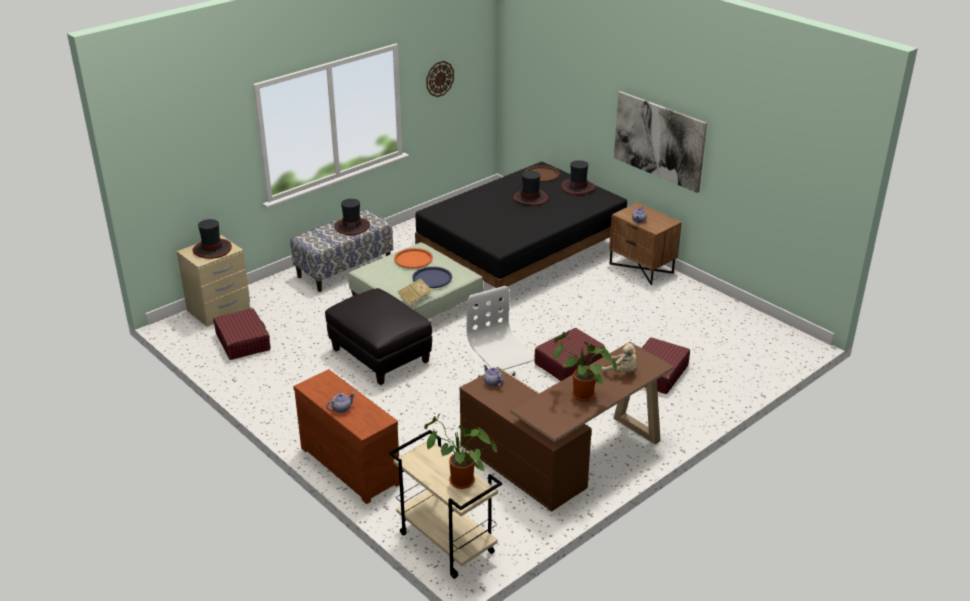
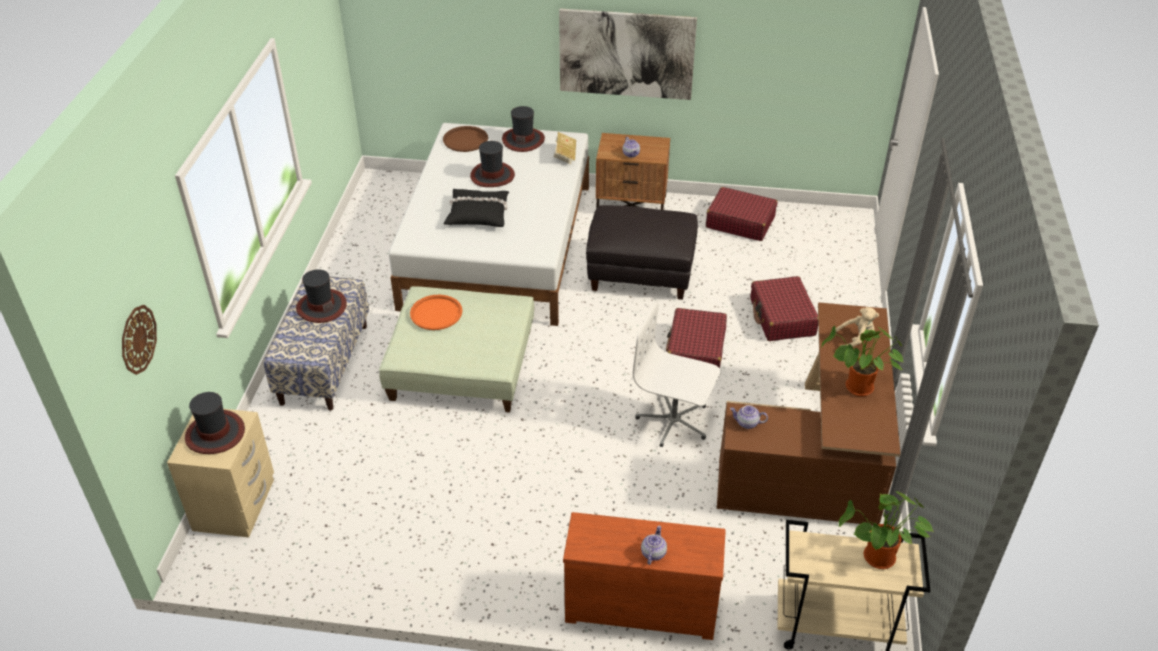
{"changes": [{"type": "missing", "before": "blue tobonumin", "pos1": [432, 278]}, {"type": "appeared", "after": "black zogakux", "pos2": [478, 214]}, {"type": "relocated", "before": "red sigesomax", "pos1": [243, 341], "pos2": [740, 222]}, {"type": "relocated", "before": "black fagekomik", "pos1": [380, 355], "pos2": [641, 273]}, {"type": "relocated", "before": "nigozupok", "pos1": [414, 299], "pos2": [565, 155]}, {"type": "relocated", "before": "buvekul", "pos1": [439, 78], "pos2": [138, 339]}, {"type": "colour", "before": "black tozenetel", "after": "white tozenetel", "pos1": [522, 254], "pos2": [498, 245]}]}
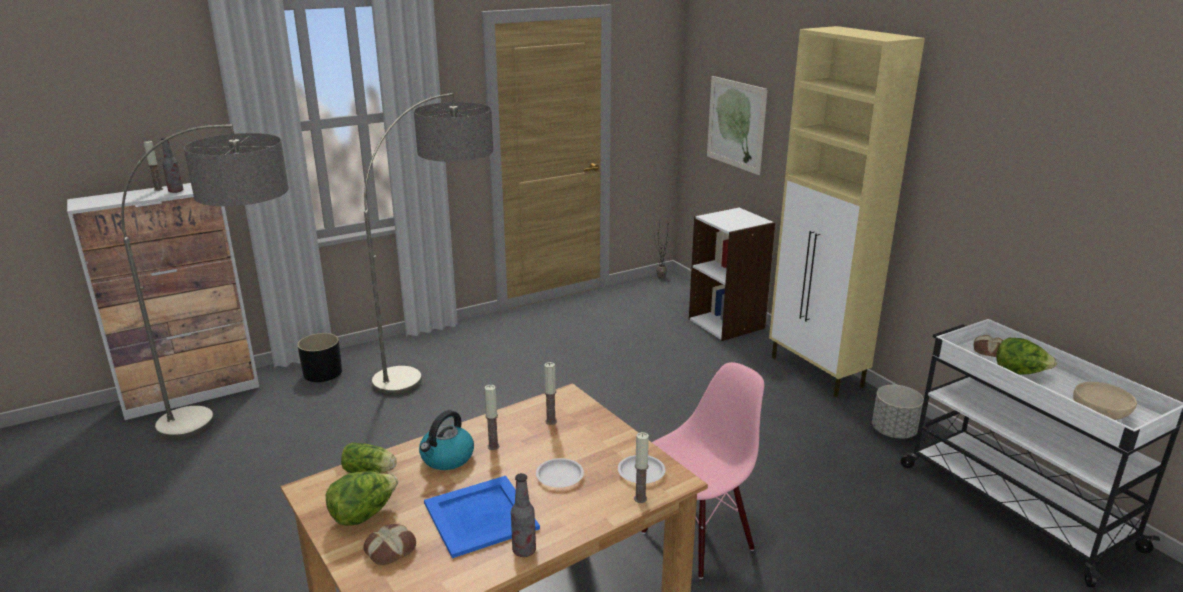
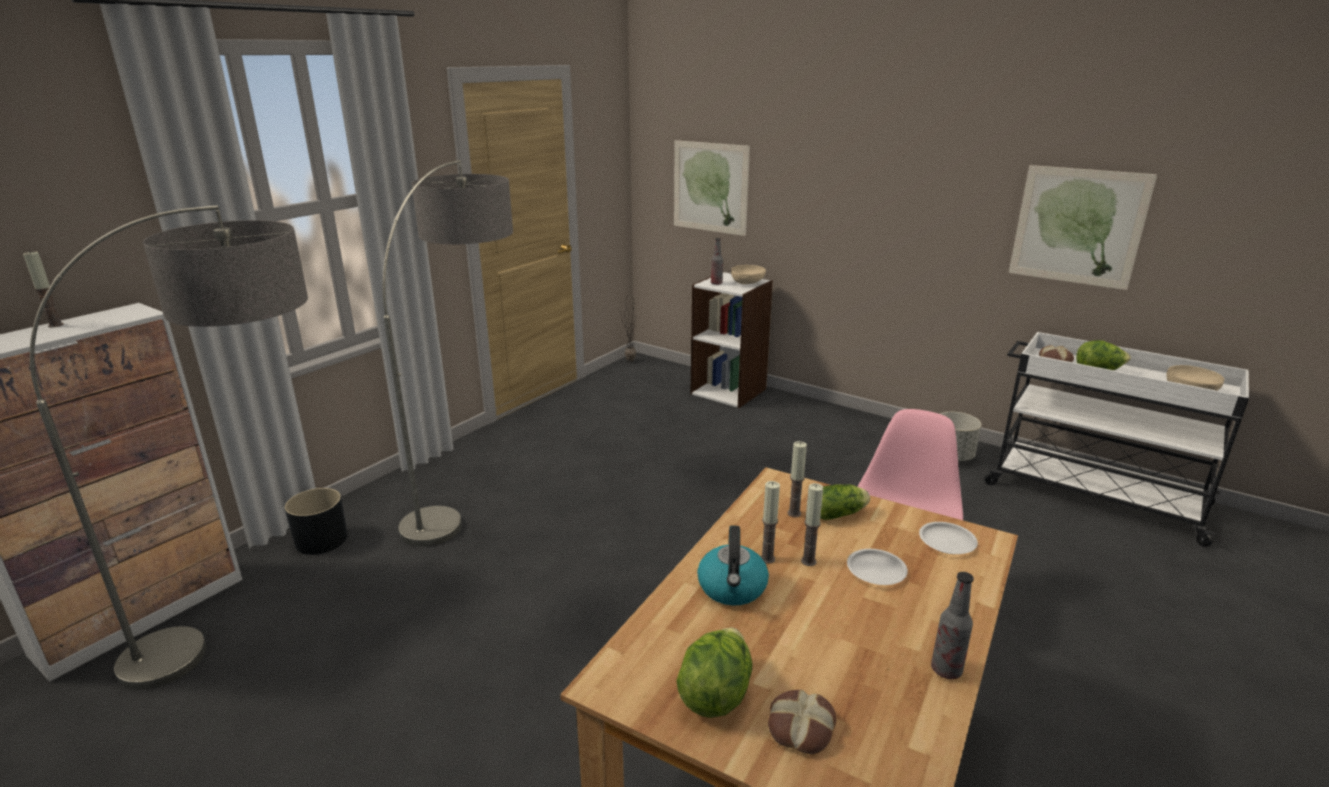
{"changes": [{"type": "missing", "before": "blue tobonumin", "pos1": [481, 515]}, {"type": "missing", "before": "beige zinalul", "pos1": [817, 372]}, {"type": "appeared", "after": "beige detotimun", "pos2": [747, 283]}, {"type": "appeared", "after": "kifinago", "pos2": [1078, 226]}, {"type": "relocated", "before": "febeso", "pos1": [176, 191], "pos2": [716, 283]}, {"type": "relocated", "before": "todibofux", "pos1": [371, 471], "pos2": [839, 514]}, {"type": "relocated", "before": "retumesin", "pos1": [640, 499], "pos2": [808, 561]}]}
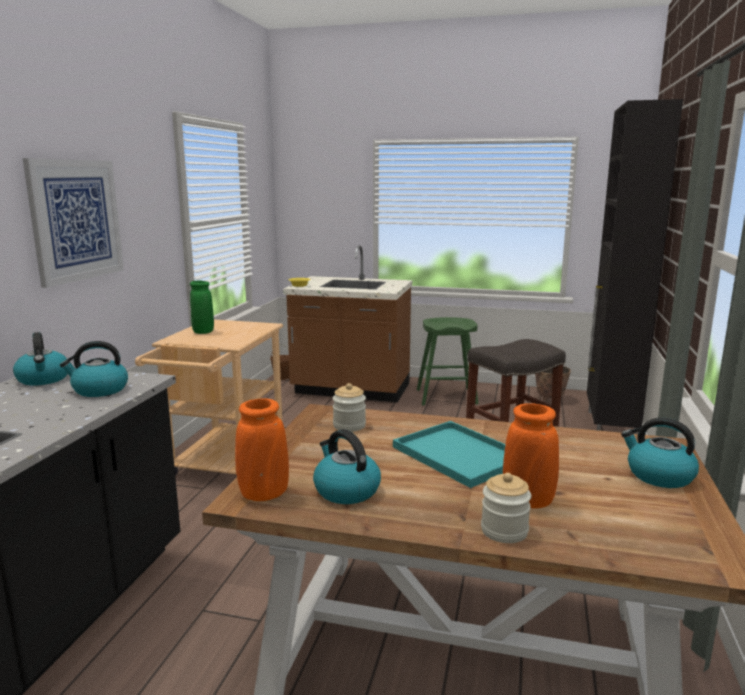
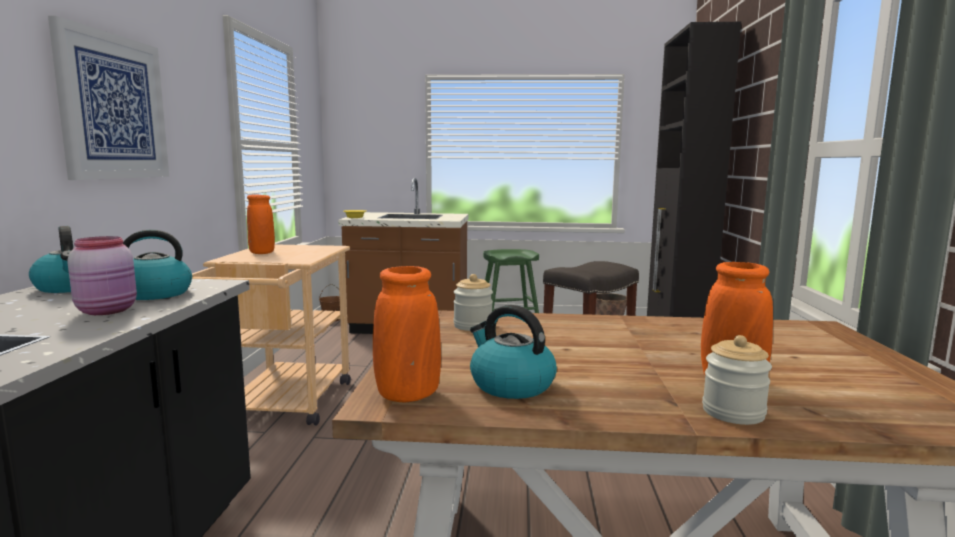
{"changes": [{"type": "missing", "before": "turquoise tobonumin", "pos1": [461, 455]}, {"type": "missing", "before": "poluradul", "pos1": [658, 476]}, {"type": "appeared", "after": "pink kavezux", "pos2": [109, 310]}, {"type": "colour", "before": "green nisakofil", "after": "orange nisakofil", "pos1": [203, 332], "pos2": [262, 253]}]}
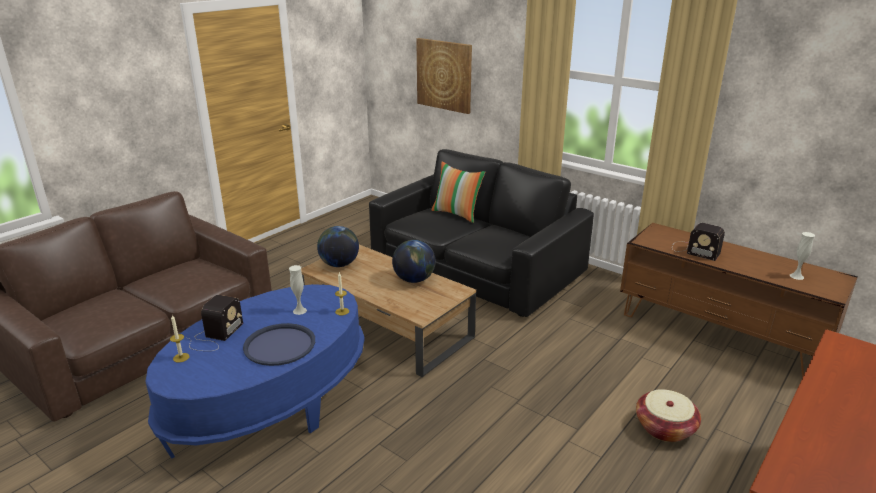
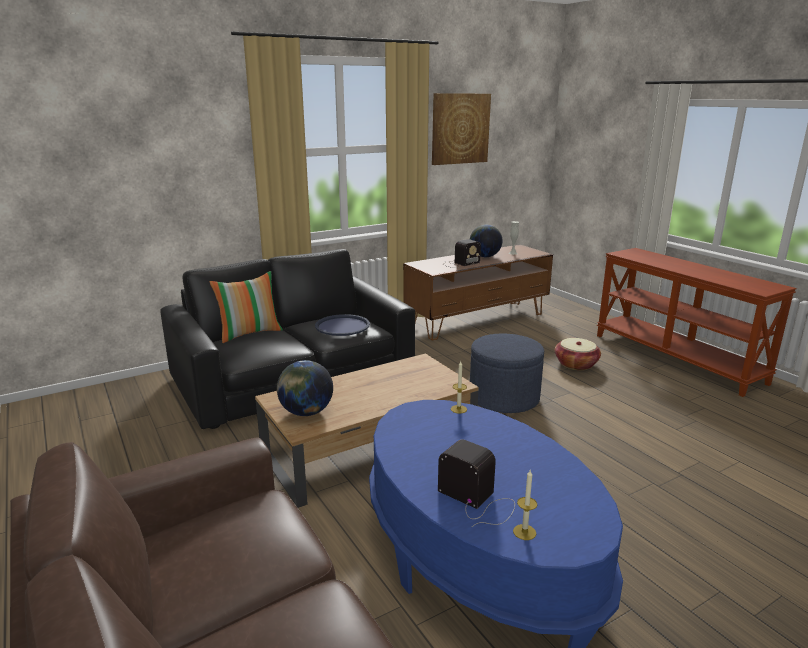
{"changes": [{"type": "missing", "before": "white nisakofil", "pos1": [299, 310]}, {"type": "appeared", "after": "blue fagekomik", "pos2": [504, 398]}, {"type": "relocated", "before": "blue tobonumin", "pos1": [279, 345], "pos2": [342, 326]}, {"type": "relocated", "before": "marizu", "pos1": [414, 279], "pos2": [484, 256]}, {"type": "relocated", "before": "kifinago", "pos1": [444, 75], "pos2": [460, 129]}]}
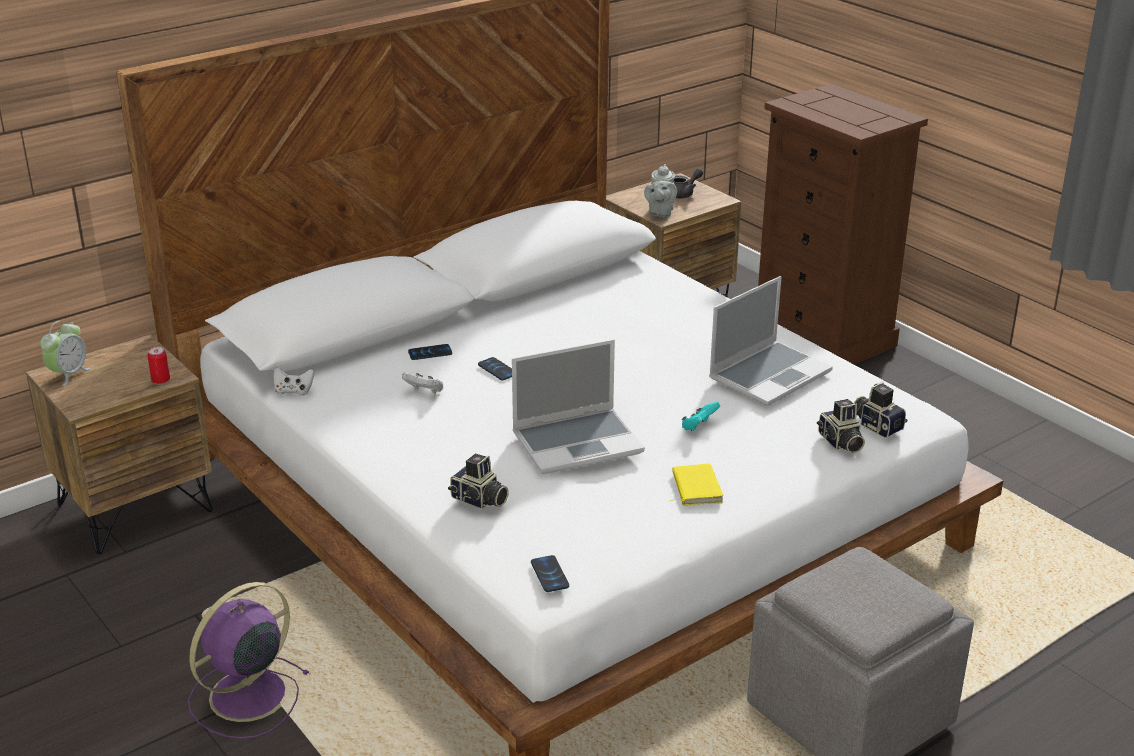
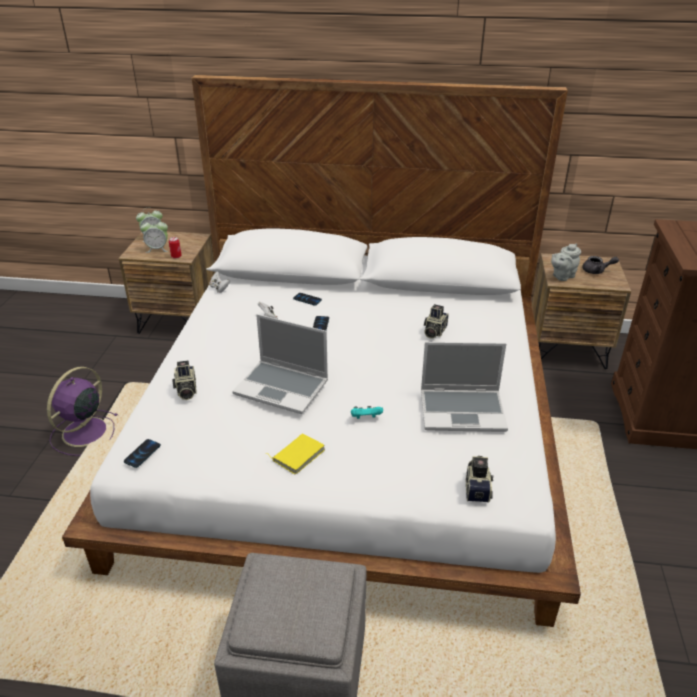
{"changes": [{"type": "appeared", "after": "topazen", "pos2": [157, 249]}, {"type": "relocated", "before": "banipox", "pos1": [840, 443], "pos2": [434, 331]}, {"type": "spun", "before": "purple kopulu", "pos1": [245, 697], "pos2": [83, 433], "turn": -60}]}
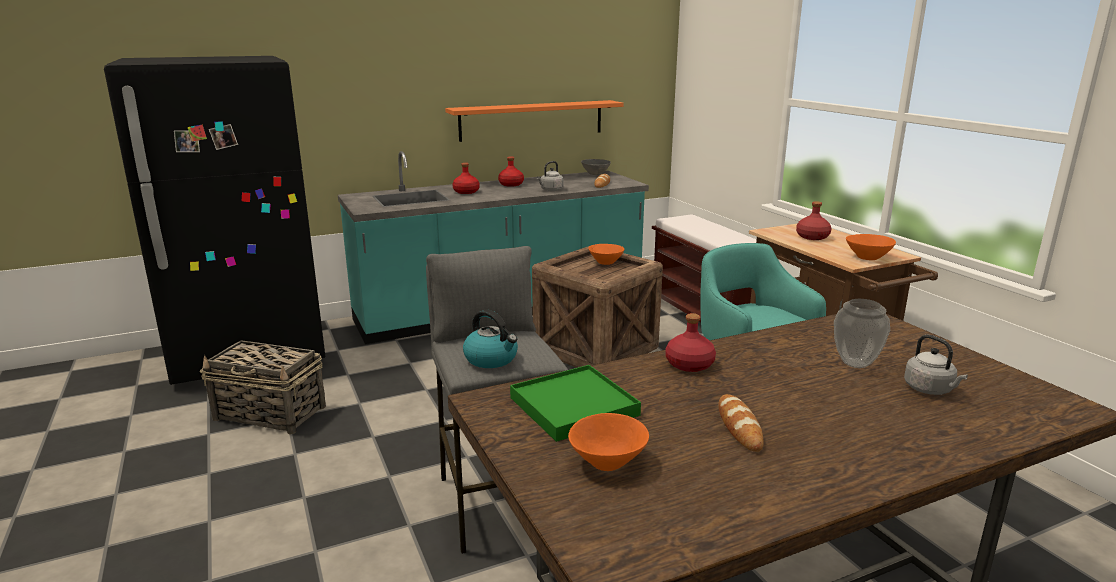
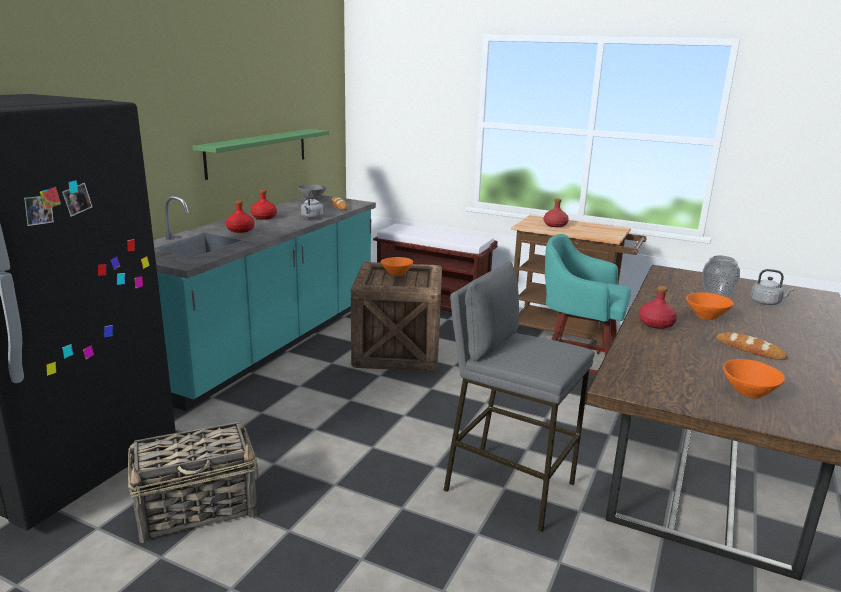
{"changes": [{"type": "missing", "before": "poluradul", "pos1": [492, 359]}, {"type": "missing", "before": "green tobonumin", "pos1": [574, 406]}, {"type": "relocated", "before": "orange detotimun", "pos1": [867, 257], "pos2": [705, 316]}, {"type": "colour", "before": "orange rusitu", "after": "green rusitu", "pos1": [532, 120], "pos2": [258, 152]}]}
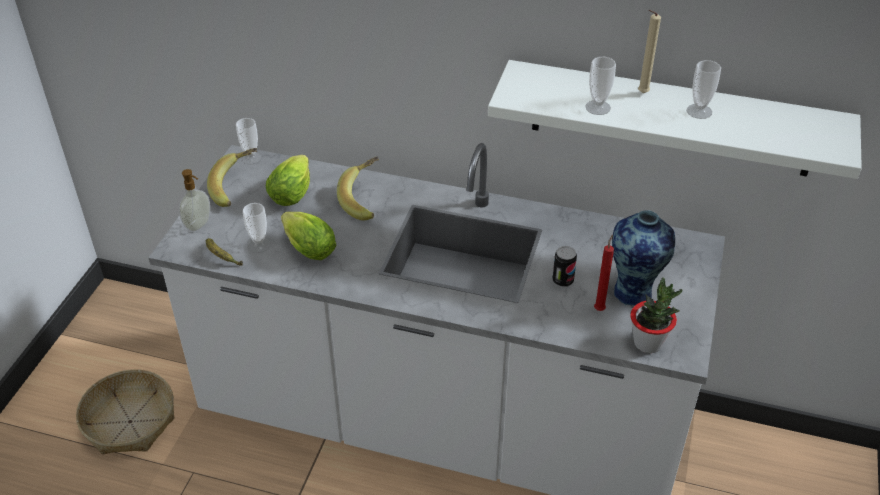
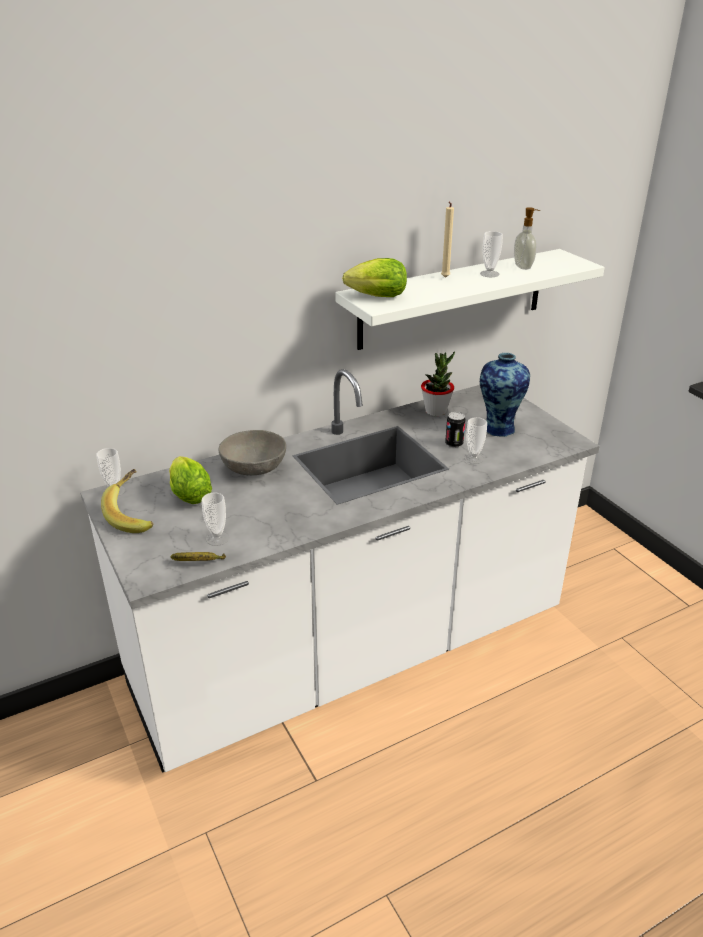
{"changes": [{"type": "missing", "before": "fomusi", "pos1": [130, 421]}, {"type": "missing", "before": "red retumesin", "pos1": [600, 308]}, {"type": "relocated", "before": "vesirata", "pos1": [199, 225], "pos2": [523, 267]}, {"type": "relocated", "before": "todibofux", "pos1": [307, 247], "pos2": [374, 297]}, {"type": "relocated", "before": "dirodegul", "pos1": [598, 107], "pos2": [473, 458]}, {"type": "relocated", "before": "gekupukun", "pos1": [648, 343], "pos2": [436, 411]}, {"type": "exchanged", "before": "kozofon", "after": "grey detotimun", "pos1": [366, 200], "pos2": [255, 469]}]}
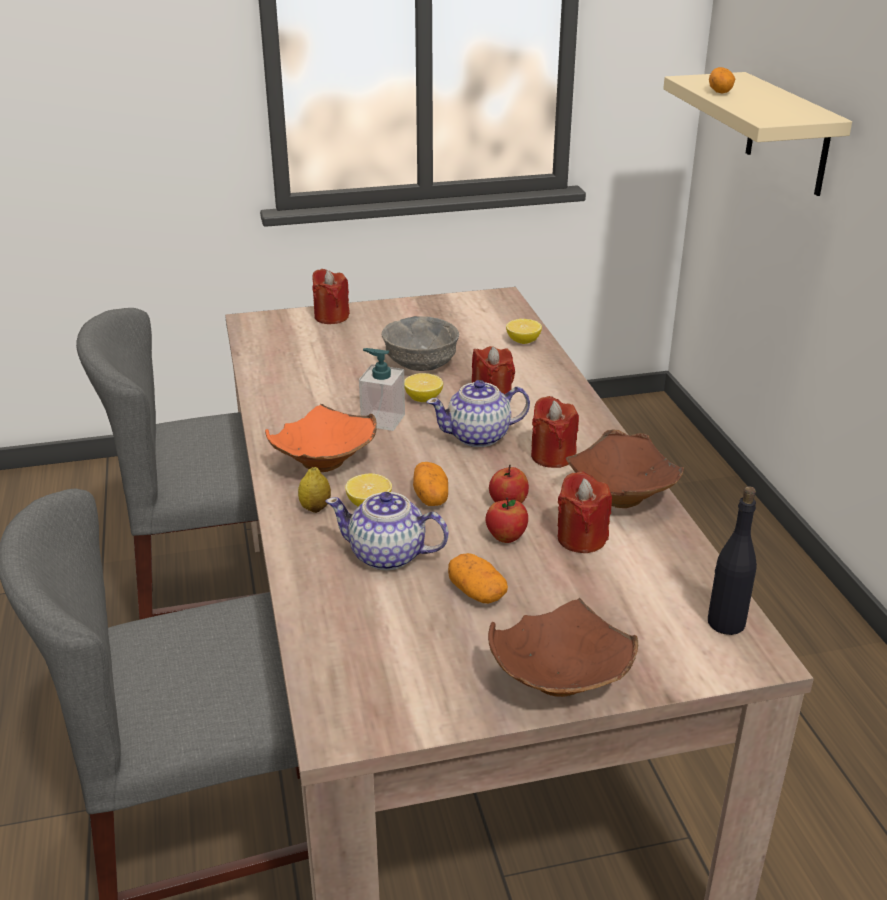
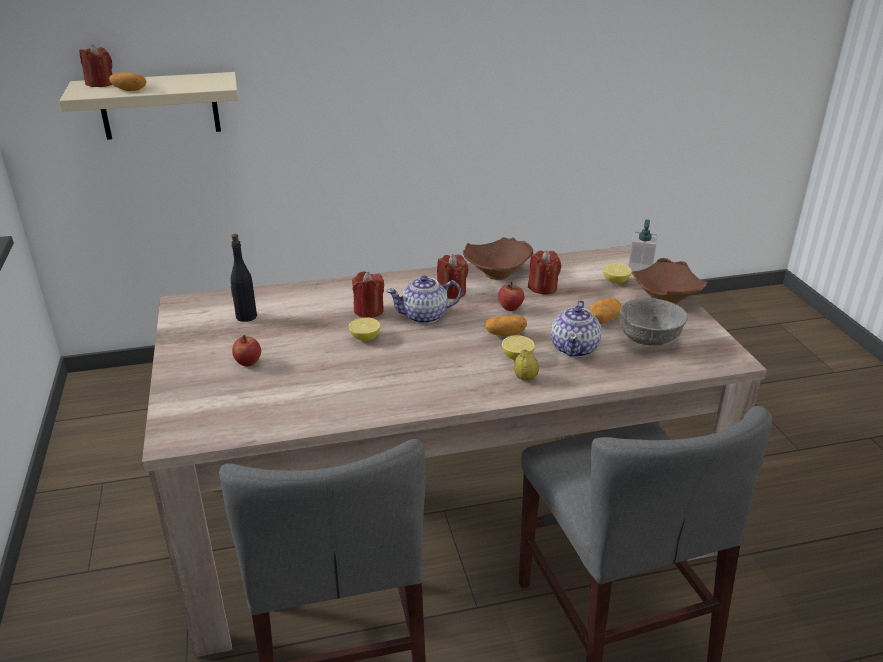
{"changes": [{"type": "missing", "before": "orange detotimun", "pos1": [325, 464]}, {"type": "relocated", "before": "red retumesin", "pos1": [331, 317], "pos2": [100, 84]}, {"type": "relocated", "before": "vesirata", "pos1": [382, 420], "pos2": [640, 269]}, {"type": "relocated", "before": "grey detotimun", "pos1": [420, 365], "pos2": [648, 339]}, {"type": "relocated", "before": "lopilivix", "pos1": [506, 537], "pos2": [248, 363]}, {"type": "relocated", "before": "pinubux", "pos1": [523, 341], "pos2": [616, 281]}, {"type": "relocated", "before": "black febeso", "pos1": [725, 622], "pos2": [246, 317]}, {"type": "spun", "before": "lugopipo", "pos1": [479, 436], "pos2": [425, 316], "turn": 90}]}
